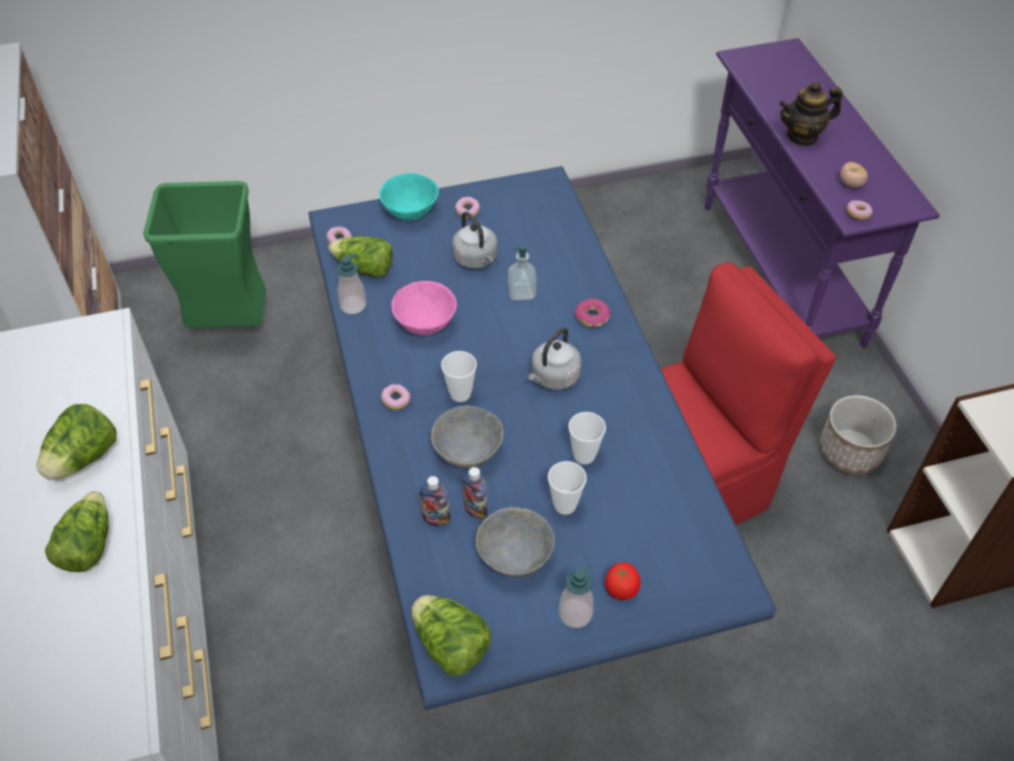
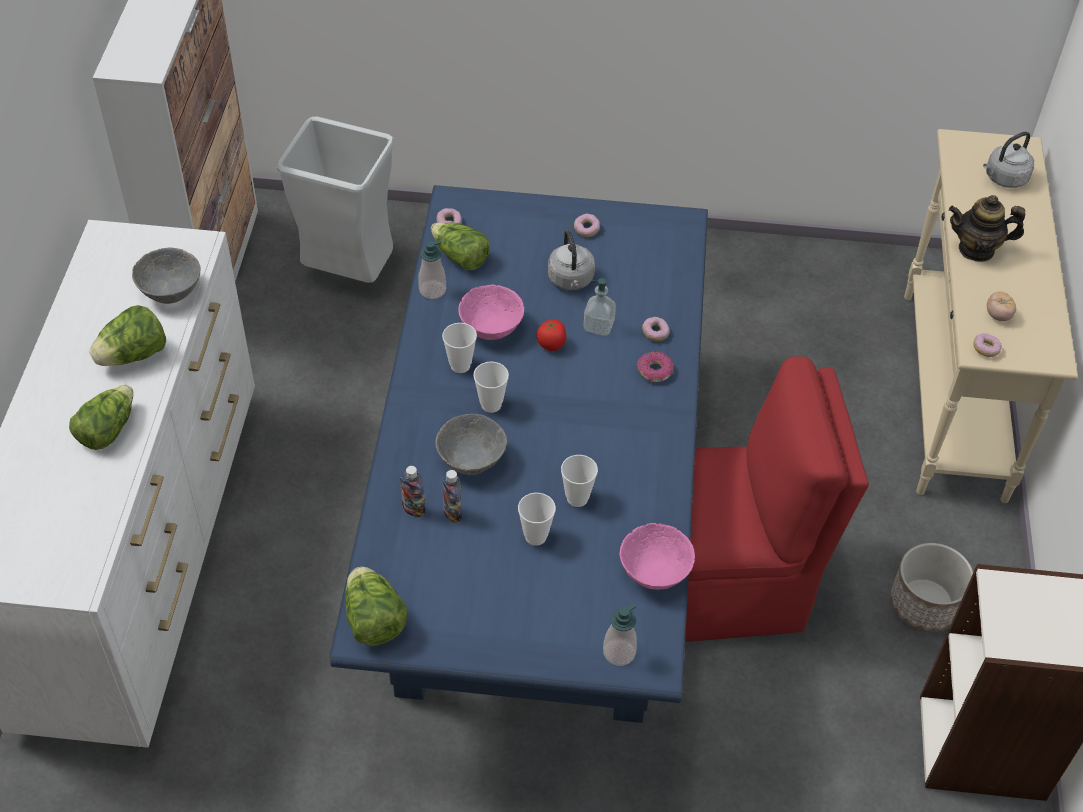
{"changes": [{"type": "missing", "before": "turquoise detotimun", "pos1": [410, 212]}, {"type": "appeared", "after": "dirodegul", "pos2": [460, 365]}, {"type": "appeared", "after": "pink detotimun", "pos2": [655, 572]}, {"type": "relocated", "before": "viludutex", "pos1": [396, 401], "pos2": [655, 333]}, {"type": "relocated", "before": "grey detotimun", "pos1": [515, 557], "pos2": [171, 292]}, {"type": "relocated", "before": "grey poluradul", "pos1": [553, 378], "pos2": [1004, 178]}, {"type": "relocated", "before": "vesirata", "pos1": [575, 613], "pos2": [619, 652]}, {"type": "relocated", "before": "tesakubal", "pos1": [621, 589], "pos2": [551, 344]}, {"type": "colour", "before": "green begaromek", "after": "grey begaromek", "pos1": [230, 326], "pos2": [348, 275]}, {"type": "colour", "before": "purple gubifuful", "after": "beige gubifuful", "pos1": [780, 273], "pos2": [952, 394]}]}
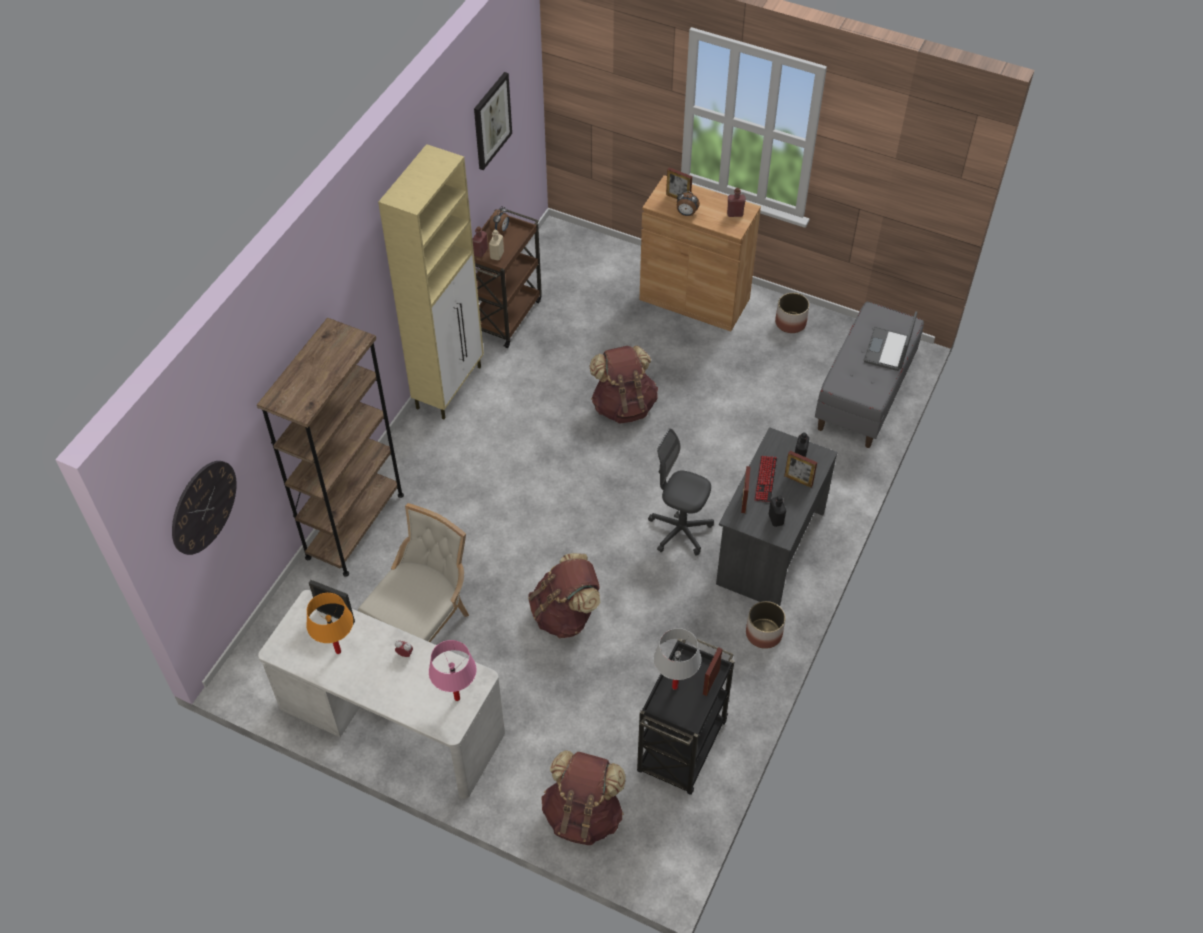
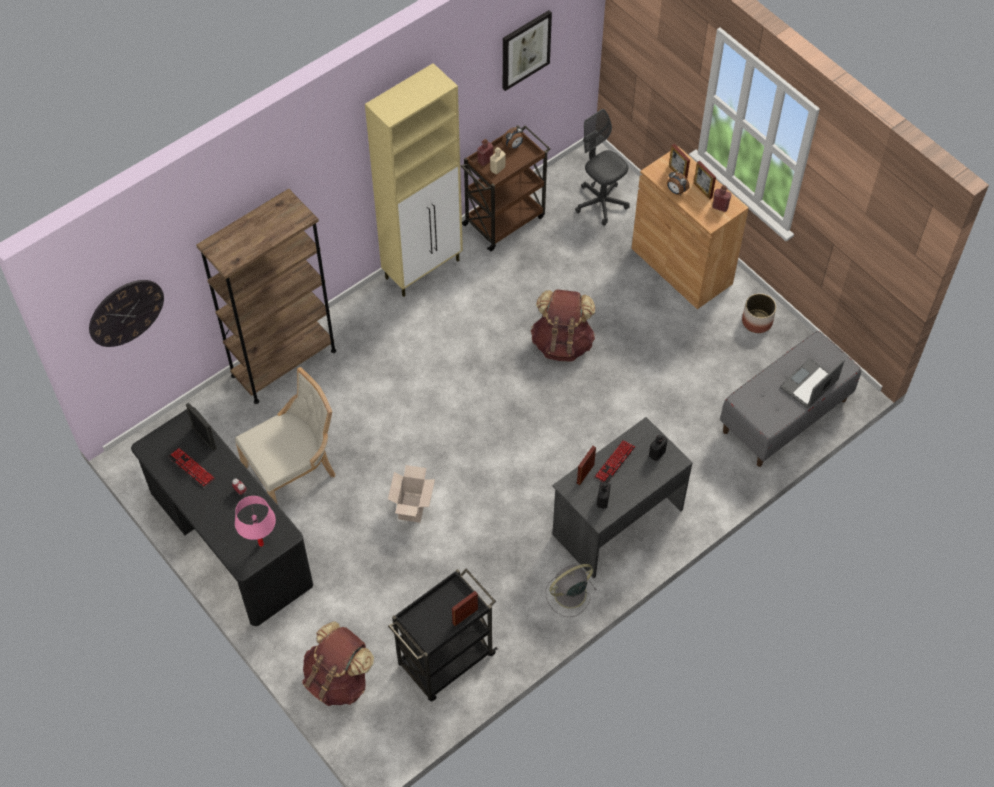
{"changes": [{"type": "missing", "before": "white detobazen", "pos1": [675, 687]}, {"type": "relocated", "before": "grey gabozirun", "pos1": [680, 530], "pos2": [601, 203]}, {"type": "relocated", "before": "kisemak", "pos1": [798, 480], "pos2": [703, 190]}, {"type": "exchanged", "before": "orange detobazen", "after": "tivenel", "pos1": [338, 651], "pos2": [191, 468]}, {"type": "exchanged", "before": "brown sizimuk", "after": "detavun", "pos1": [565, 614], "pos2": [413, 508]}, {"type": "exchanged", "before": "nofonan", "after": "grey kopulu", "pos1": [764, 634], "pos2": [568, 594]}, {"type": "colour", "before": "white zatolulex", "after": "black zatolulex", "pos1": [391, 722], "pos2": [229, 540]}]}
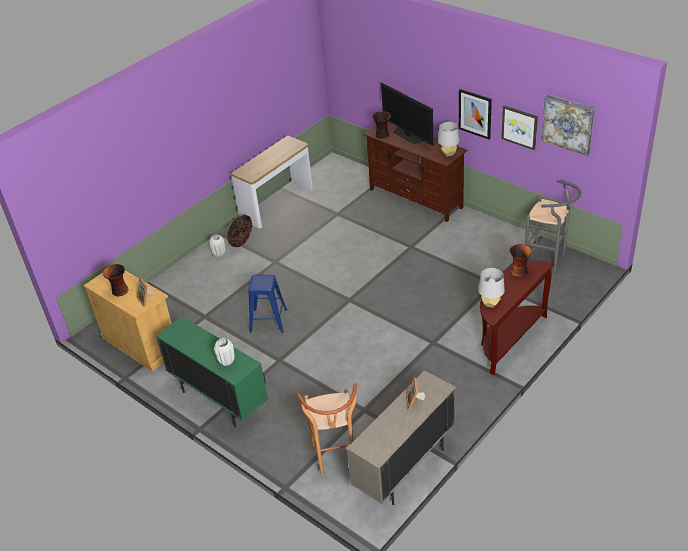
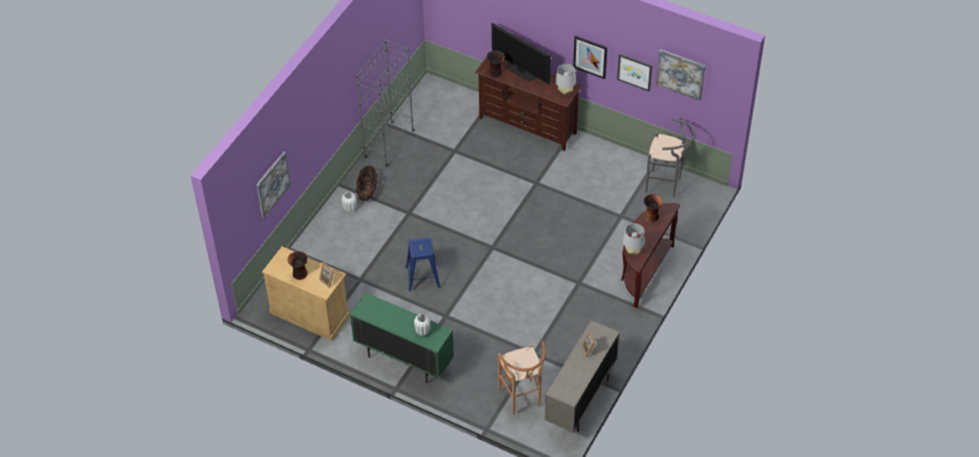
{"changes": [{"type": "appeared", "after": "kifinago", "pos2": [272, 184]}, {"type": "exchanged", "before": "gubifuful", "after": "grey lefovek", "pos1": [277, 204], "pos2": [389, 144]}]}
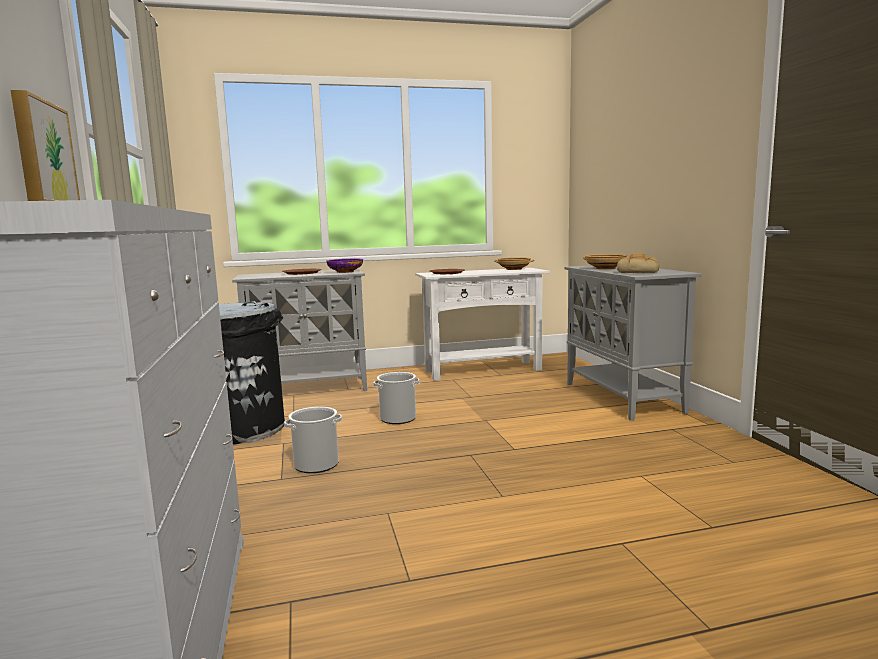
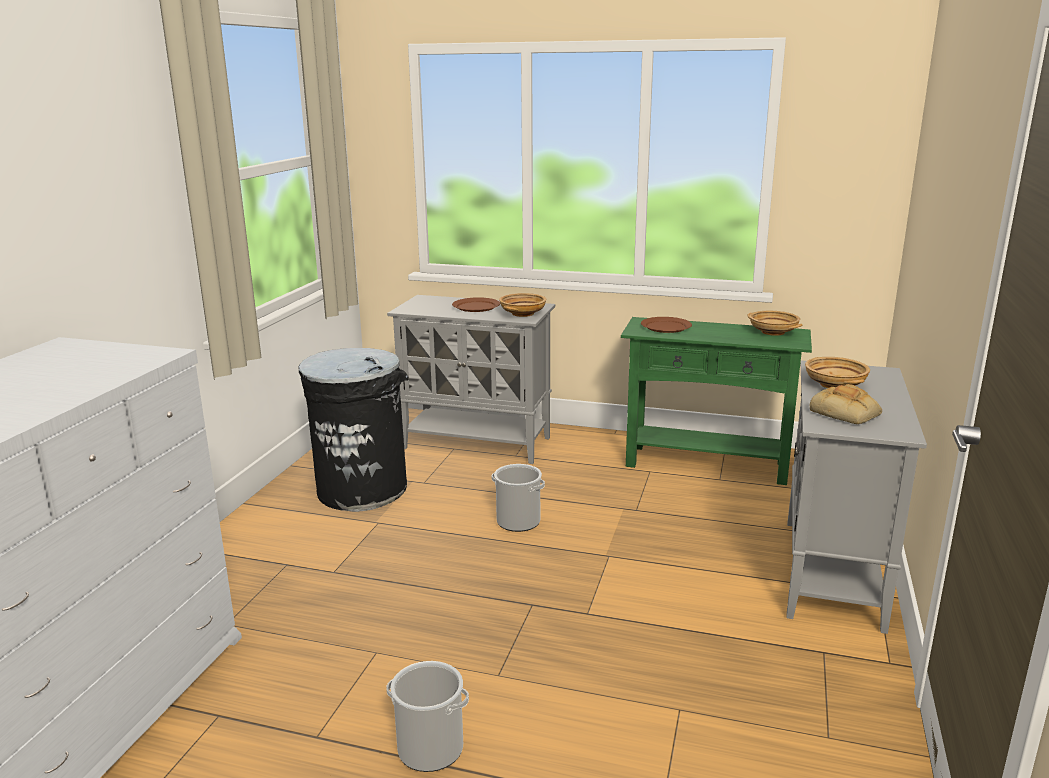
{"changes": [{"type": "missing", "before": "kifinago", "pos1": [42, 153]}, {"type": "relocated", "before": "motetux", "pos1": [316, 464], "pos2": [430, 748]}, {"type": "colour", "before": "purple detotimun", "after": "beige detotimun", "pos1": [345, 271], "pos2": [522, 313]}, {"type": "colour", "before": "white gubifuful", "after": "green gubifuful", "pos1": [483, 370], "pos2": [706, 464]}]}
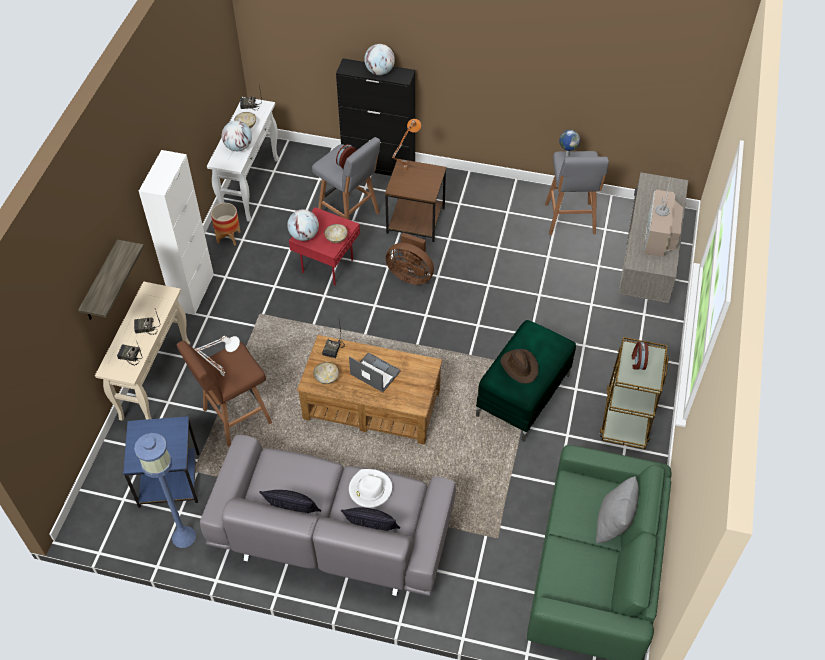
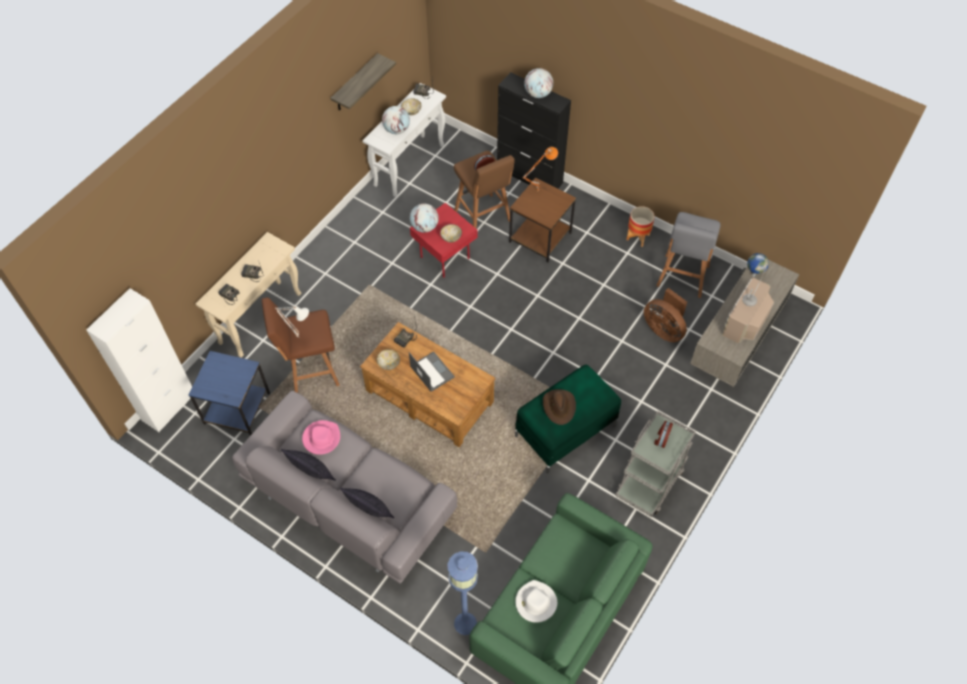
{"changes": [{"type": "missing", "before": "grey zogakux", "pos1": [613, 522]}, {"type": "appeared", "after": "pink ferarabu", "pos2": [321, 438]}, {"type": "relocated", "before": "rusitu", "pos1": [101, 283], "pos2": [355, 84]}, {"type": "relocated", "before": "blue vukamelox", "pos1": [183, 537], "pos2": [465, 623]}, {"type": "relocated", "before": "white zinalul", "pos1": [193, 292], "pos2": [168, 407]}, {"type": "relocated", "before": "nofonan", "pos1": [228, 237], "pos2": [638, 237]}, {"type": "relocated", "before": "white ferarabu", "pos1": [370, 489], "pos2": [535, 602]}, {"type": "relocated", "before": "brown kopulu", "pos1": [410, 275], "pos2": [663, 329]}, {"type": "relocated", "before": "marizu", "pos1": [567, 154], "pos2": [753, 275]}, {"type": "colour", "before": "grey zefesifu", "after": "brown zefesifu", "pos1": [350, 216], "pos2": [483, 217]}, {"type": "colour", "before": "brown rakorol", "after": "grey rakorol", "pos1": [626, 417], "pos2": [650, 481]}]}
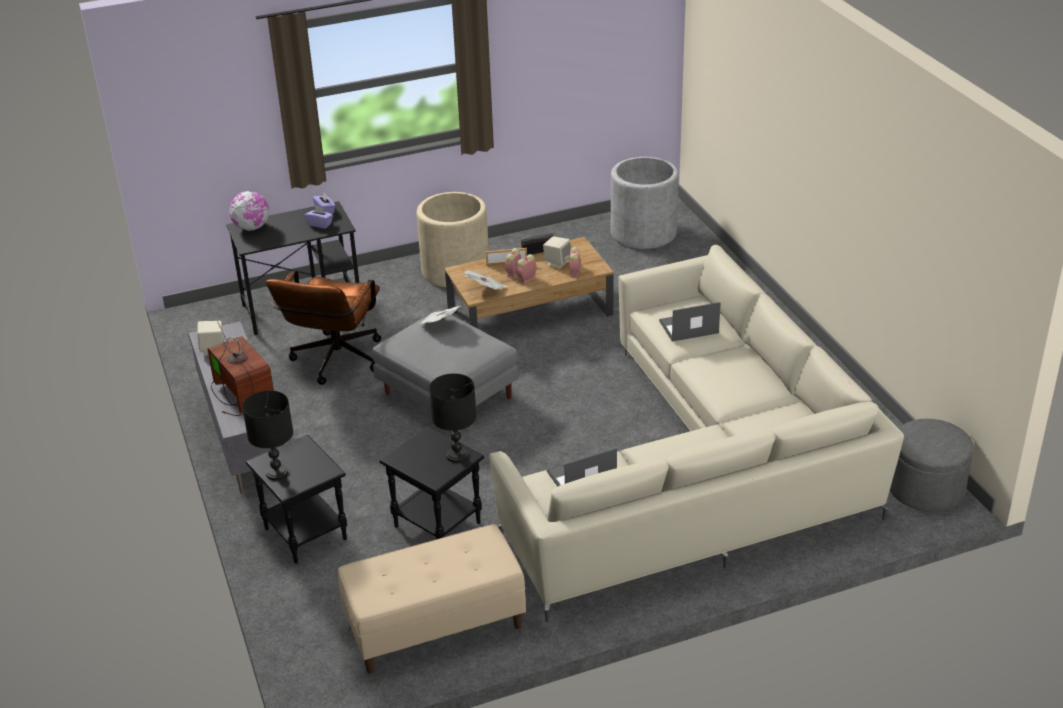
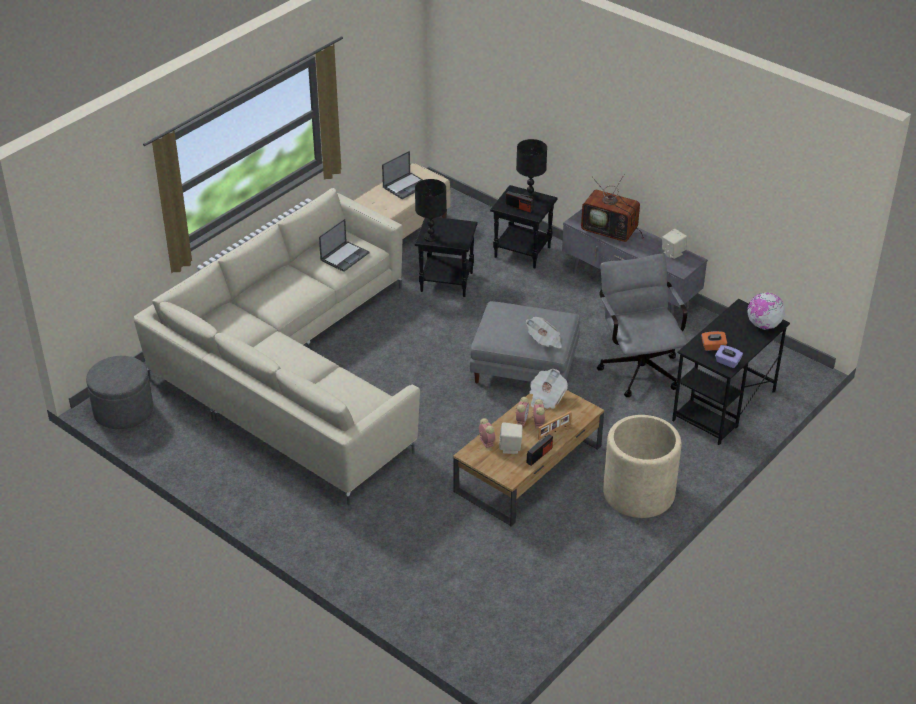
{"changes": [{"type": "missing", "before": "grey nofonan", "pos1": [643, 233]}, {"type": "appeared", "after": "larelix", "pos2": [519, 207]}, {"type": "relocated", "before": "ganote", "pos1": [688, 327], "pos2": [406, 186]}, {"type": "colour", "before": "brown gabozirun", "after": "grey gabozirun", "pos1": [334, 363], "pos2": [638, 366]}, {"type": "colour", "before": "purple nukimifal", "after": "orange nukimifal", "pos1": [320, 224], "pos2": [713, 347]}]}
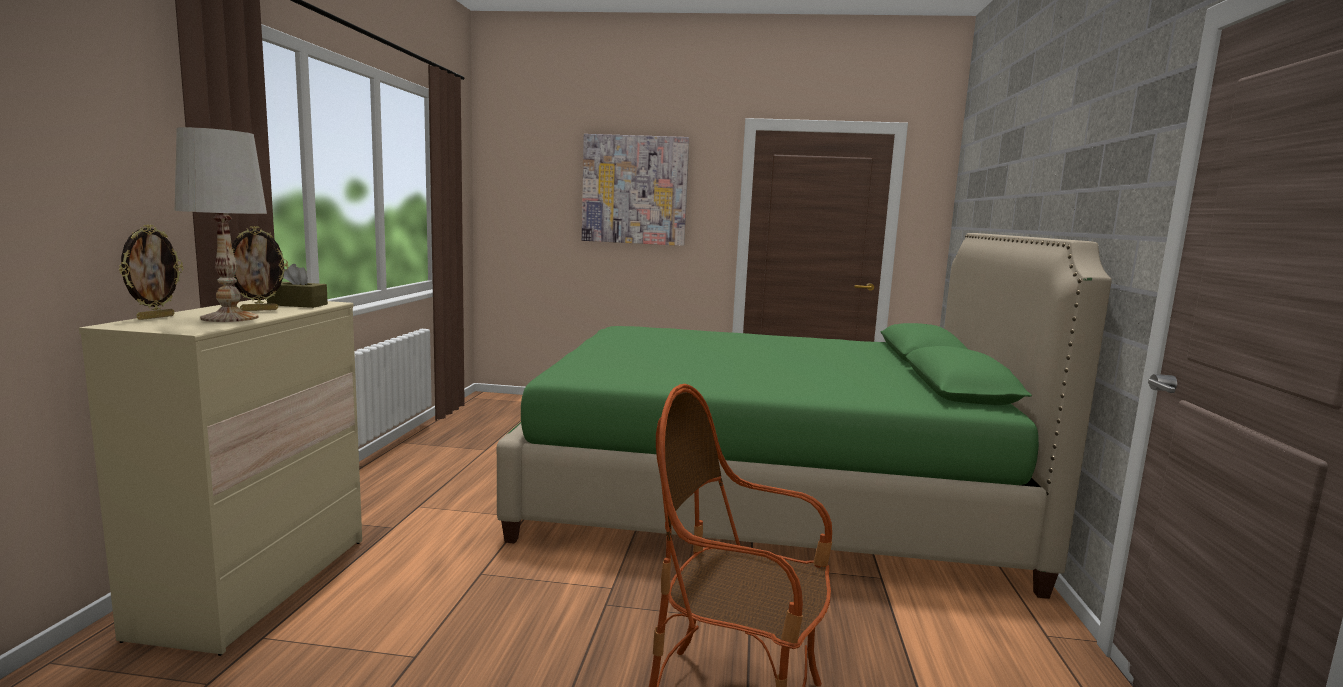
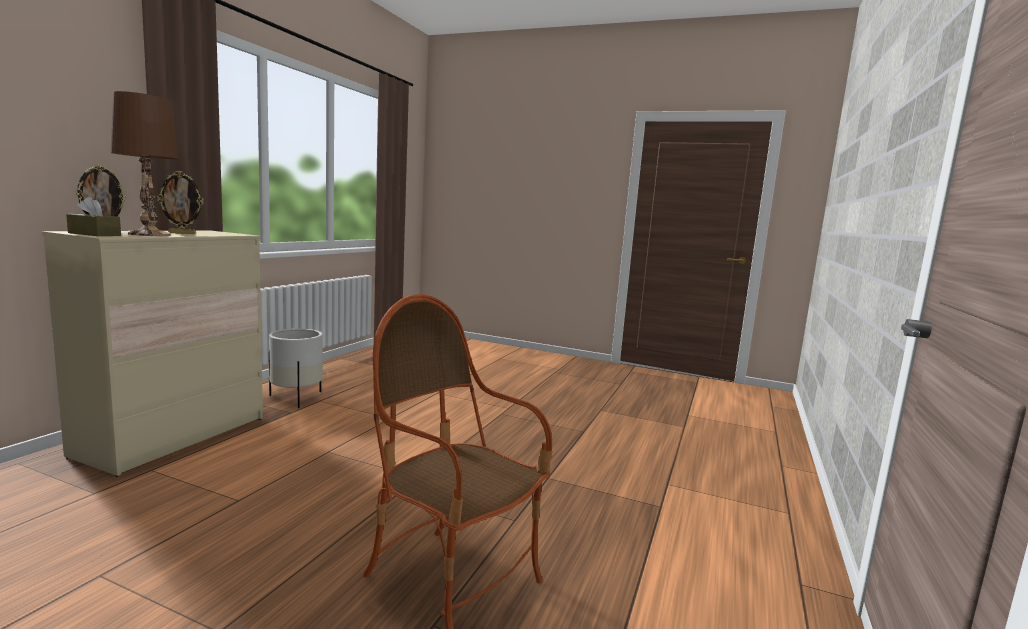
{"changes": [{"type": "missing", "before": "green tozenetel", "pos1": [764, 493]}, {"type": "missing", "before": "kifinago", "pos1": [635, 190]}, {"type": "appeared", "after": "white nofonan", "pos2": [296, 398]}, {"type": "relocated", "before": "brown nukimifal", "pos1": [297, 304], "pos2": [94, 234]}, {"type": "colour", "before": "white detobazen", "after": "brown detobazen", "pos1": [229, 318], "pos2": [149, 234]}]}
